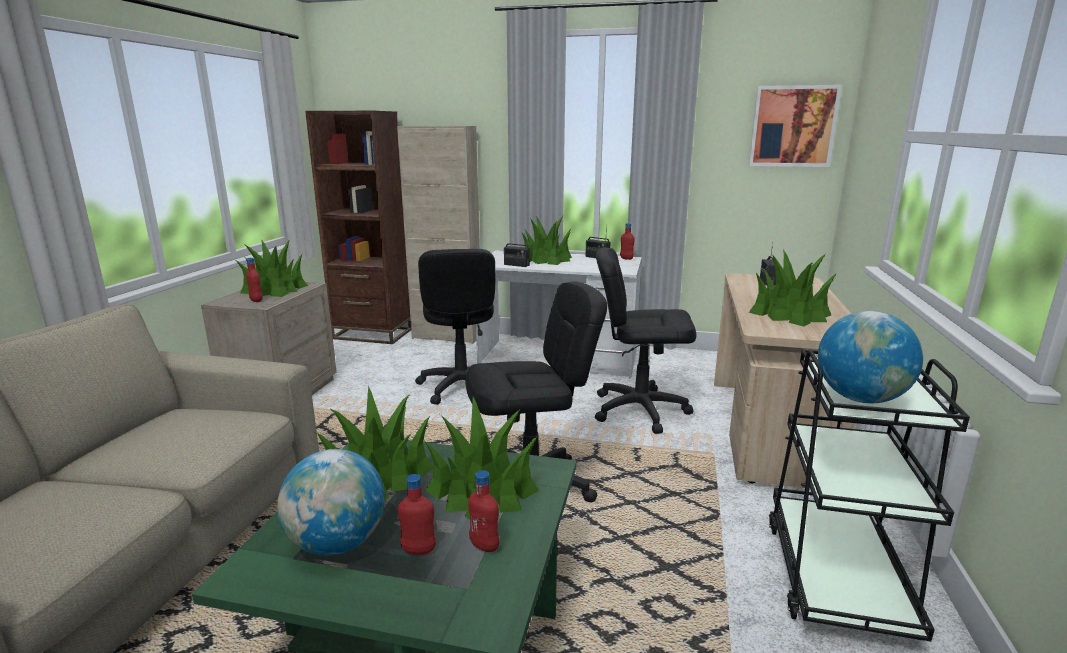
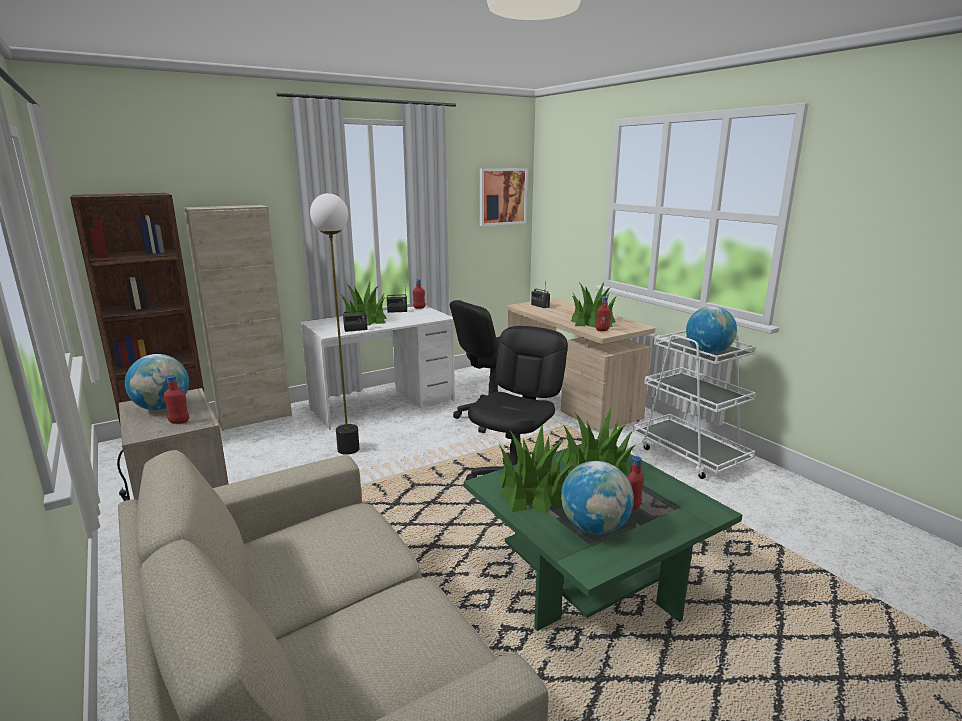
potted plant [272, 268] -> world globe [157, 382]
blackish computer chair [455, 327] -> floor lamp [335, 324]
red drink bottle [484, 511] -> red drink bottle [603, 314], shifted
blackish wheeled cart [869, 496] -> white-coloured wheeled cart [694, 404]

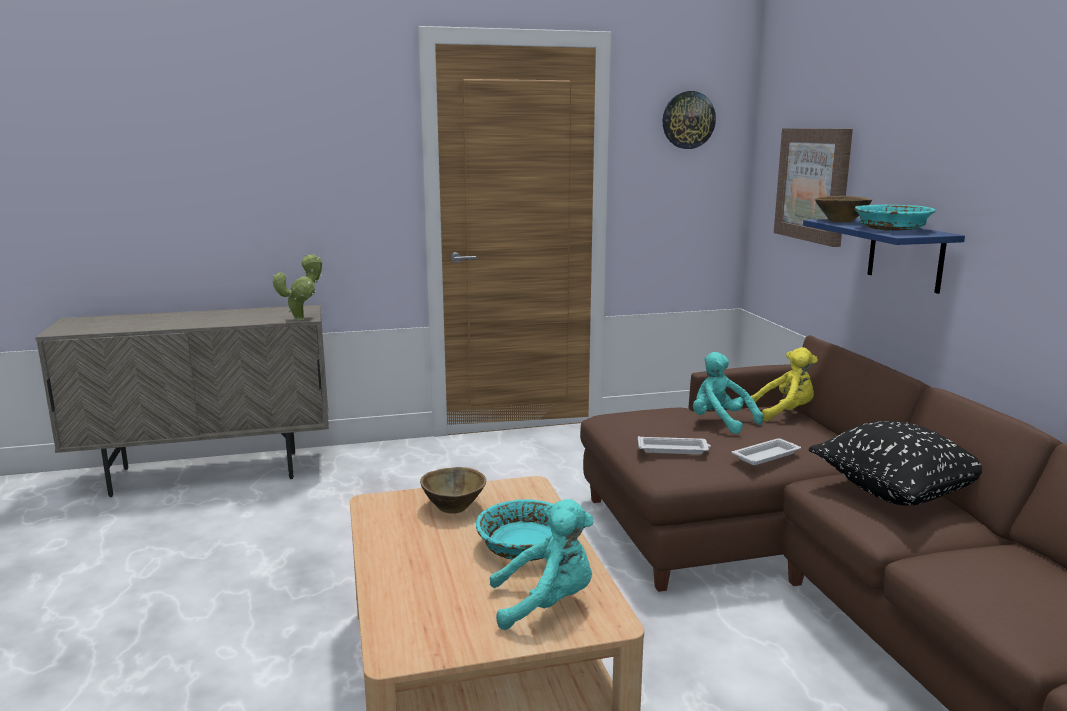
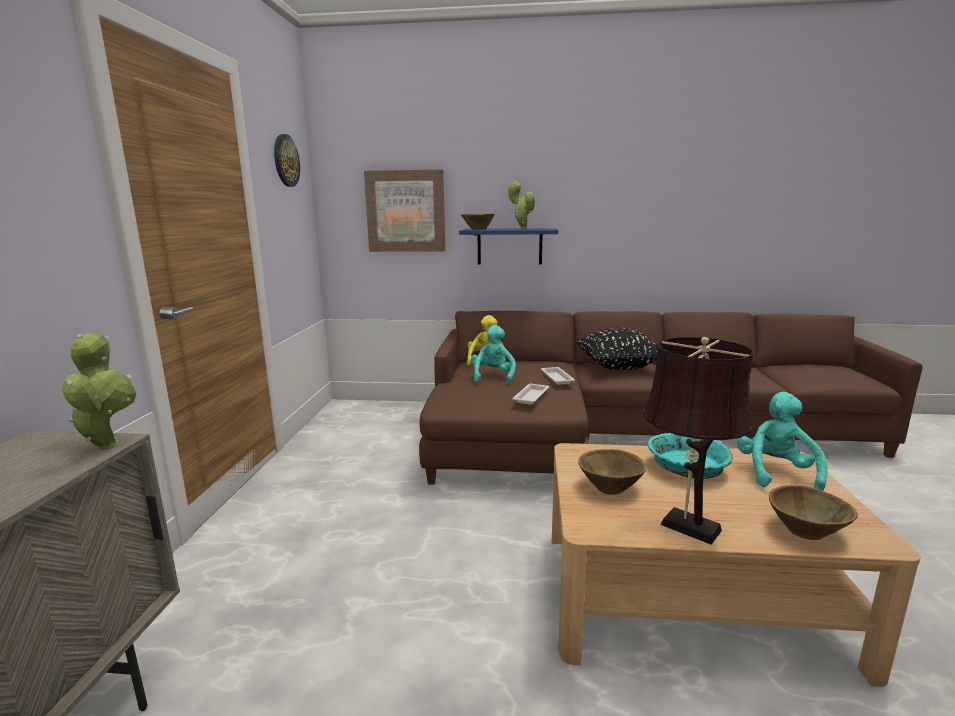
blue-green soft toy [728, 393] -> blue-green soft toy [493, 355], 120 degrees clockwise
blue-green serving bowl [895, 218] -> potted plant [521, 205]
none -> brown-coloured table lamp [698, 441]
none -> brown-coloured serving bowl [813, 512]

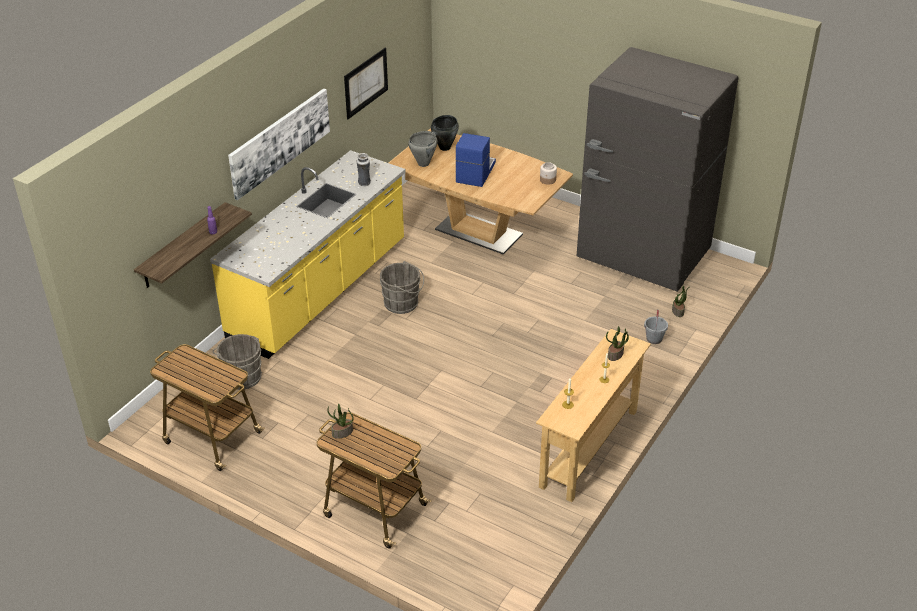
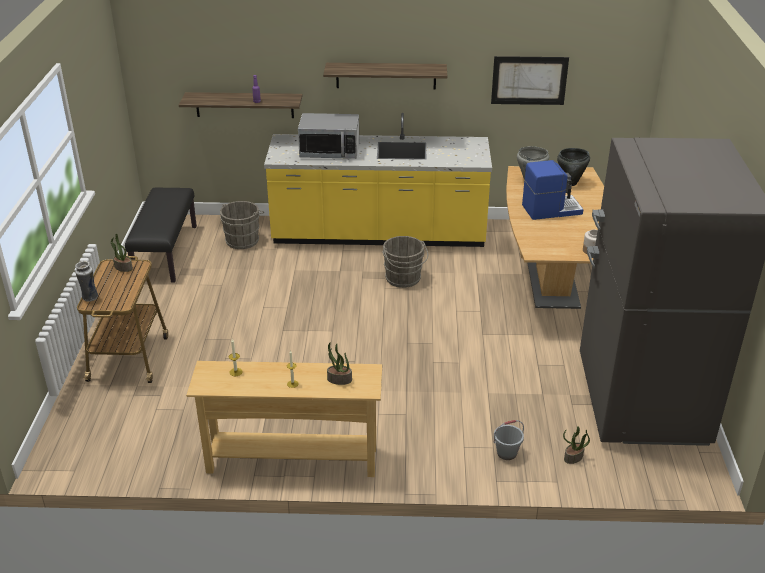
decorative vase [363, 169] -> decorative vase [86, 281], shifted
wheeled cart [207, 407] -> blackish bench [161, 235]
none -> kitchen microwave [328, 136]
wall art [279, 144] -> bracket shelf [385, 76]

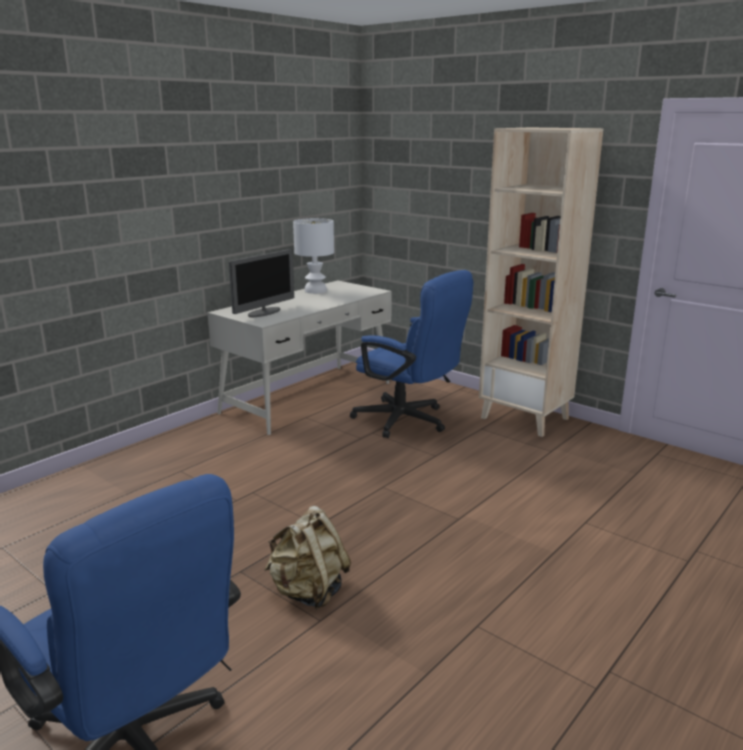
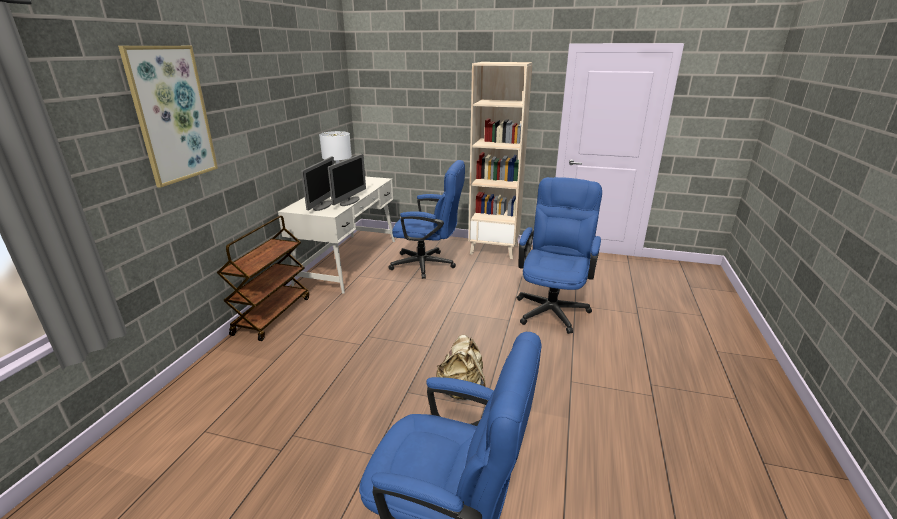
none -> wall art [168, 117]
none -> brown-coloured wheeled cart [263, 278]
none -> computer screen [347, 180]
none -> bluish computer chair [559, 255]

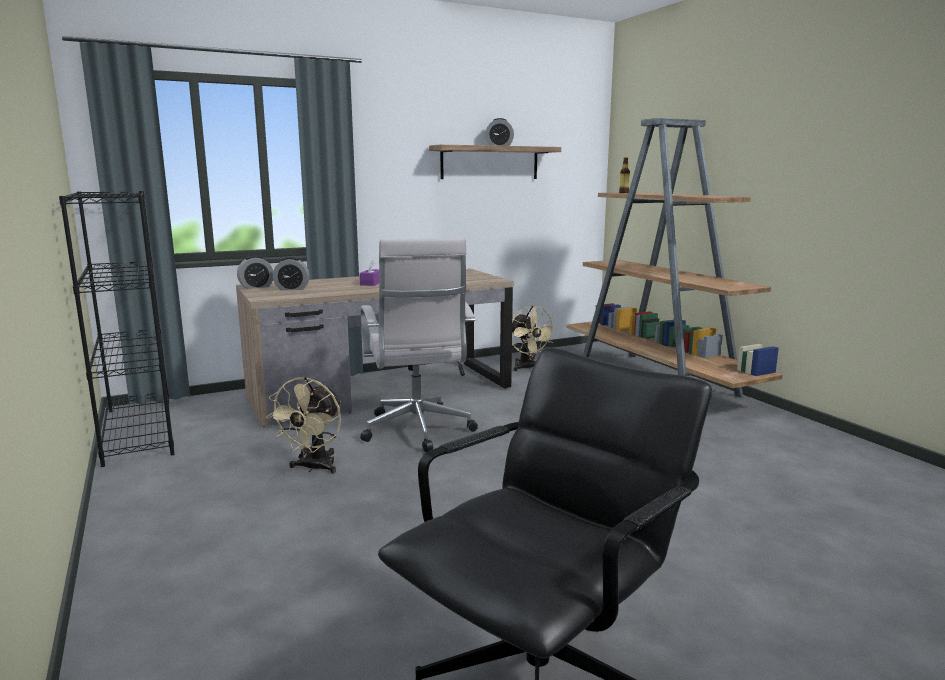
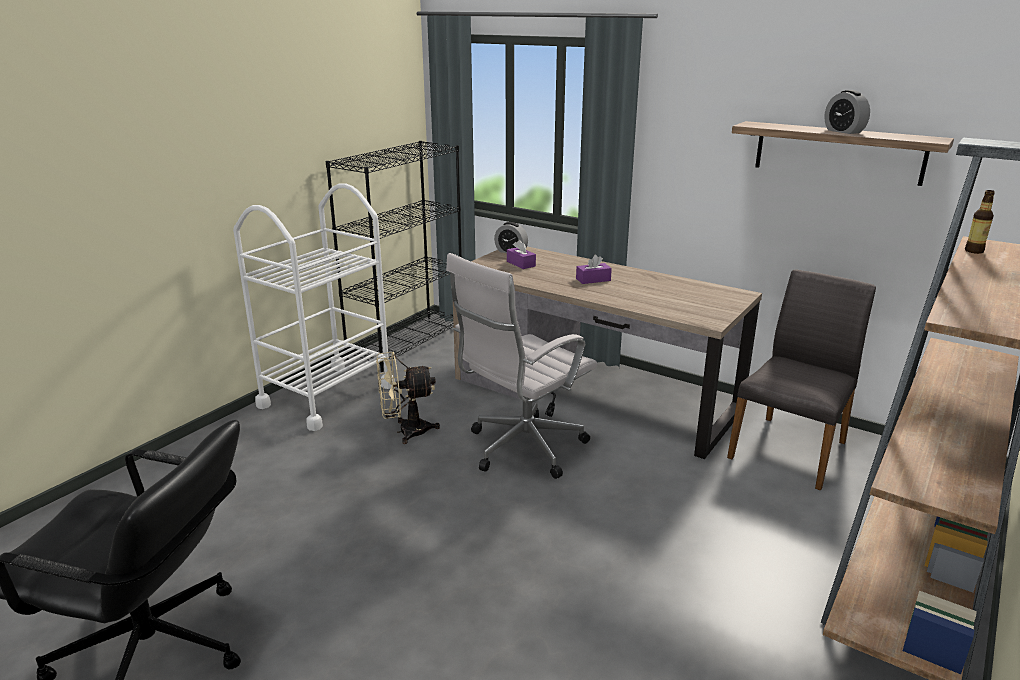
none -> white-coloured wheeled cart [314, 307]
bedside clock [291, 273] -> purple box of tissues [521, 254]
sand-coloured electric fan [534, 338] -> greyish chair [801, 380]

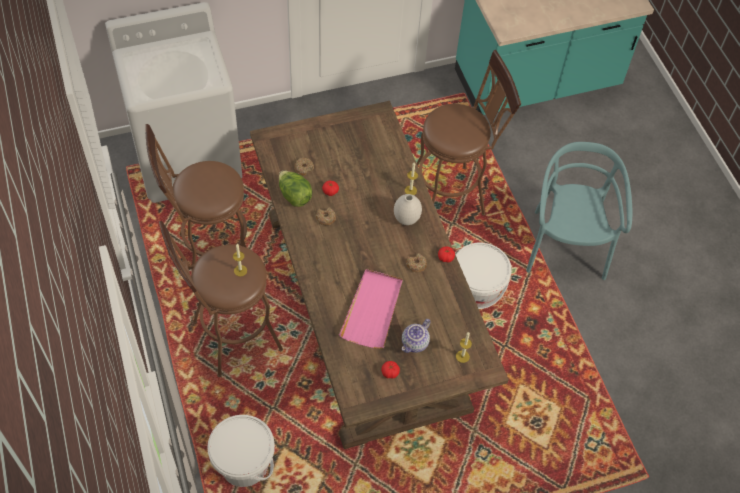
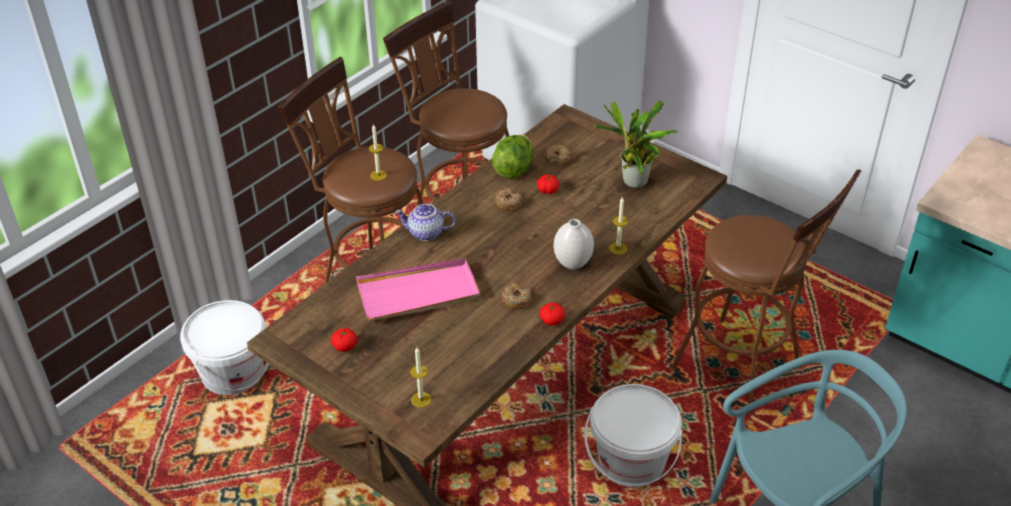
teapot [416, 336] -> teapot [425, 222], shifted
none -> potted plant [636, 144]

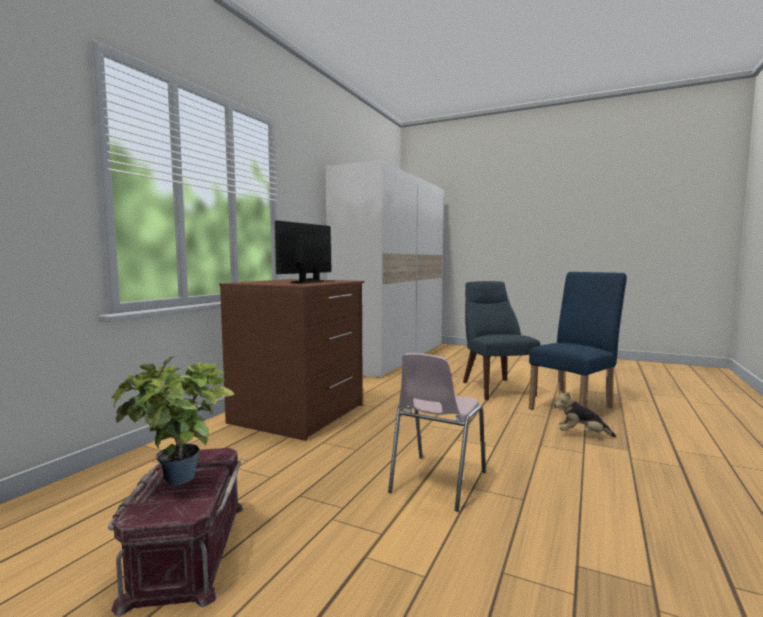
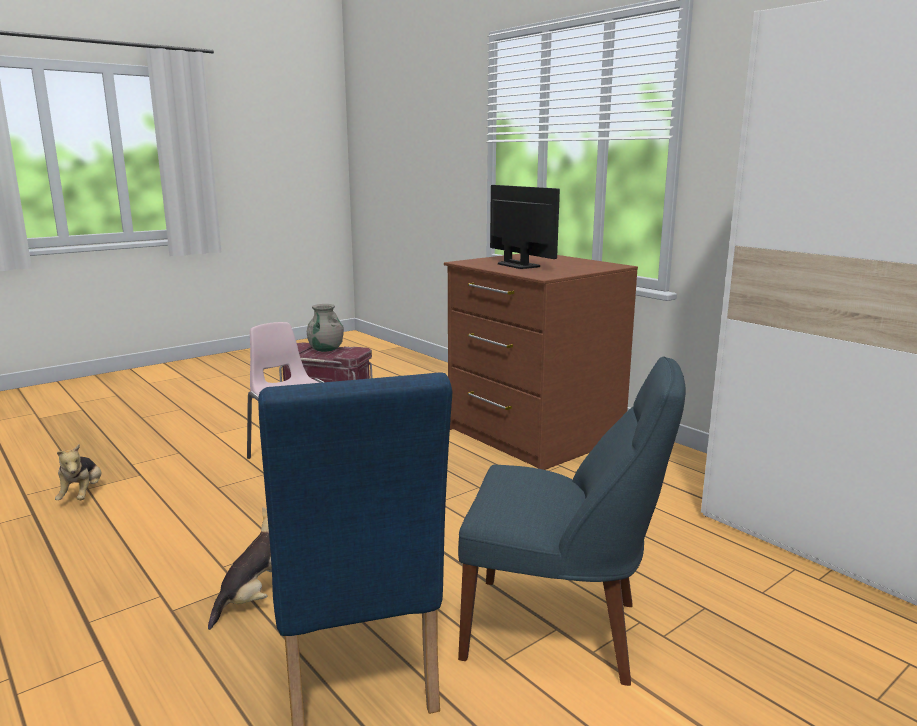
none -> soft toy [78, 472]
potted plant [172, 421] -> greyish decorative vase [325, 328]

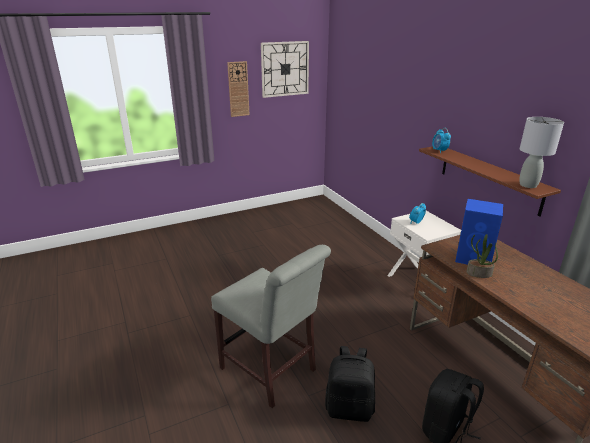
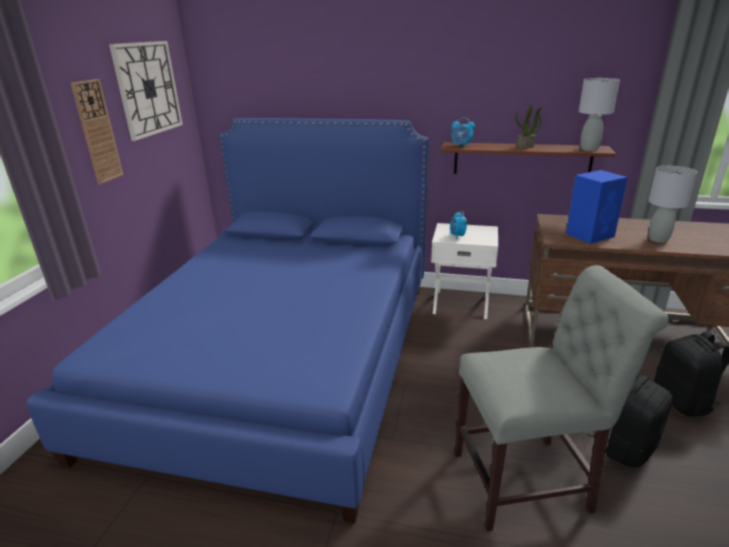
none -> bluish sleeping bed [227, 321]
potted plant [482, 256] -> potted plant [528, 126], shifted
none -> greyish table lamp [673, 204]

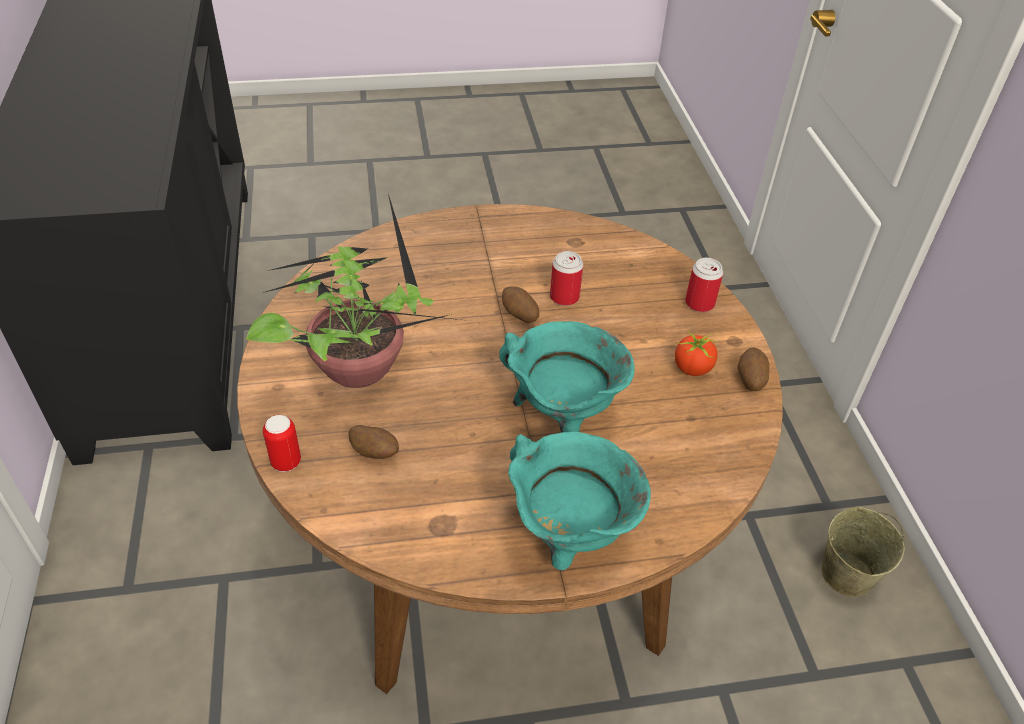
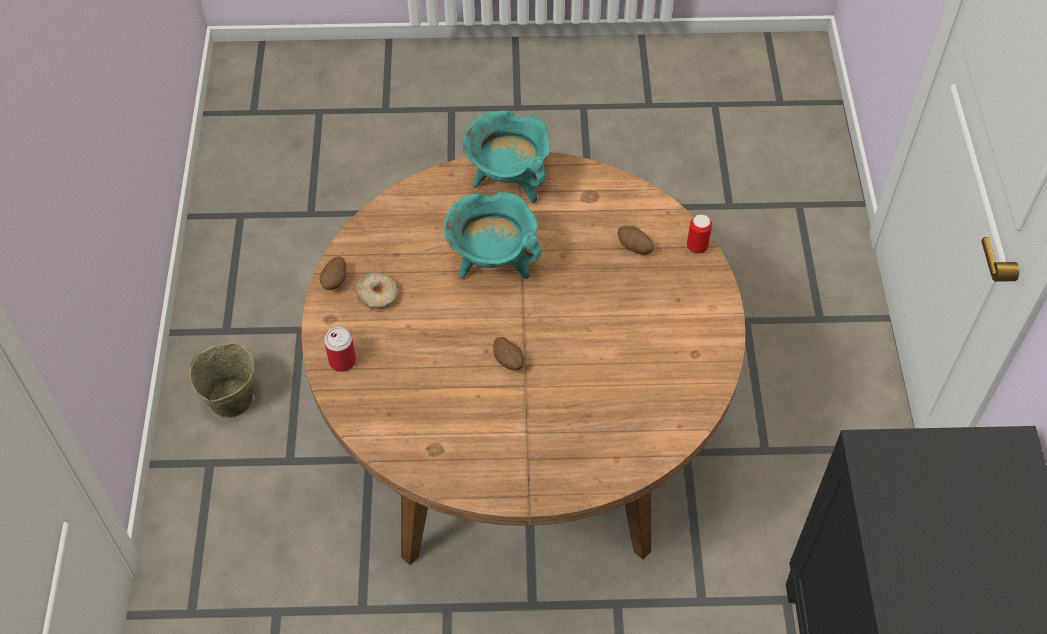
tomato [696, 353] -> ring doughnut [376, 291]
potted plant [357, 291] -> none
sealed can [566, 278] -> none

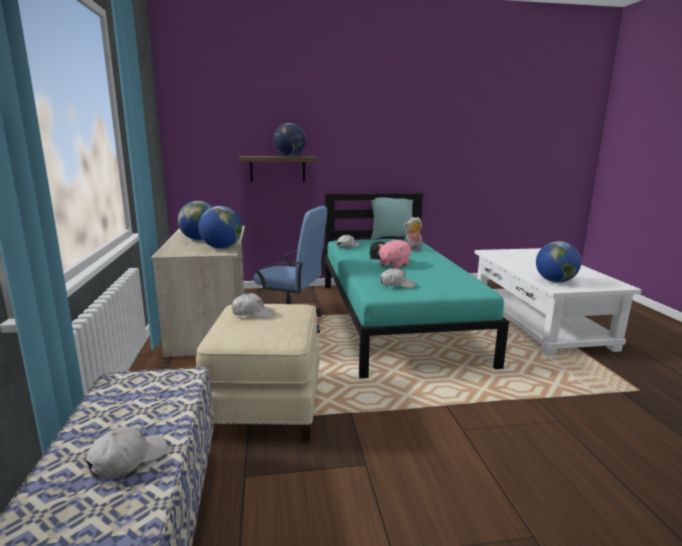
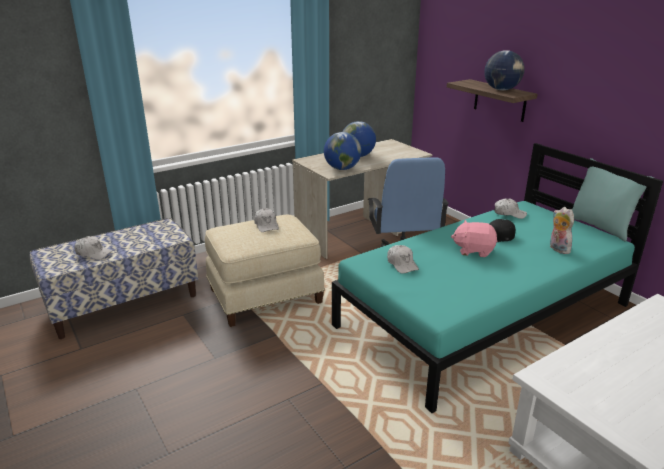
world globe [558, 262] -> none

